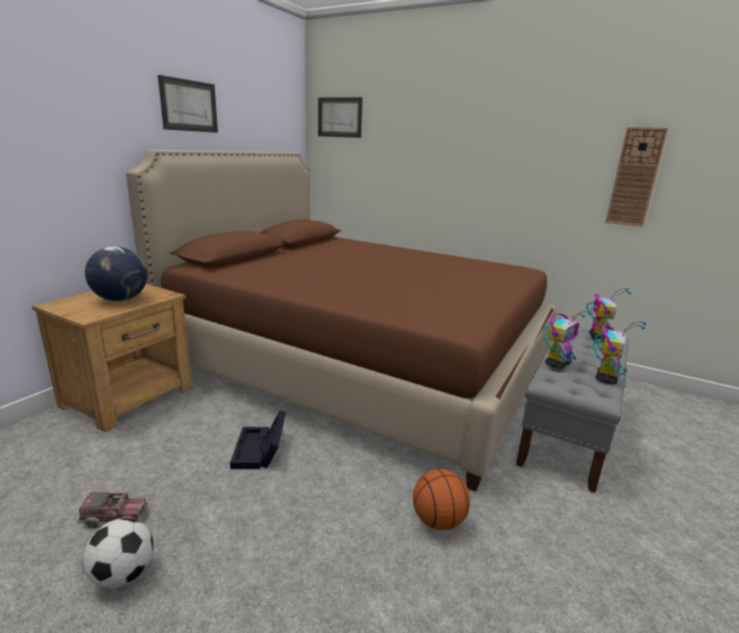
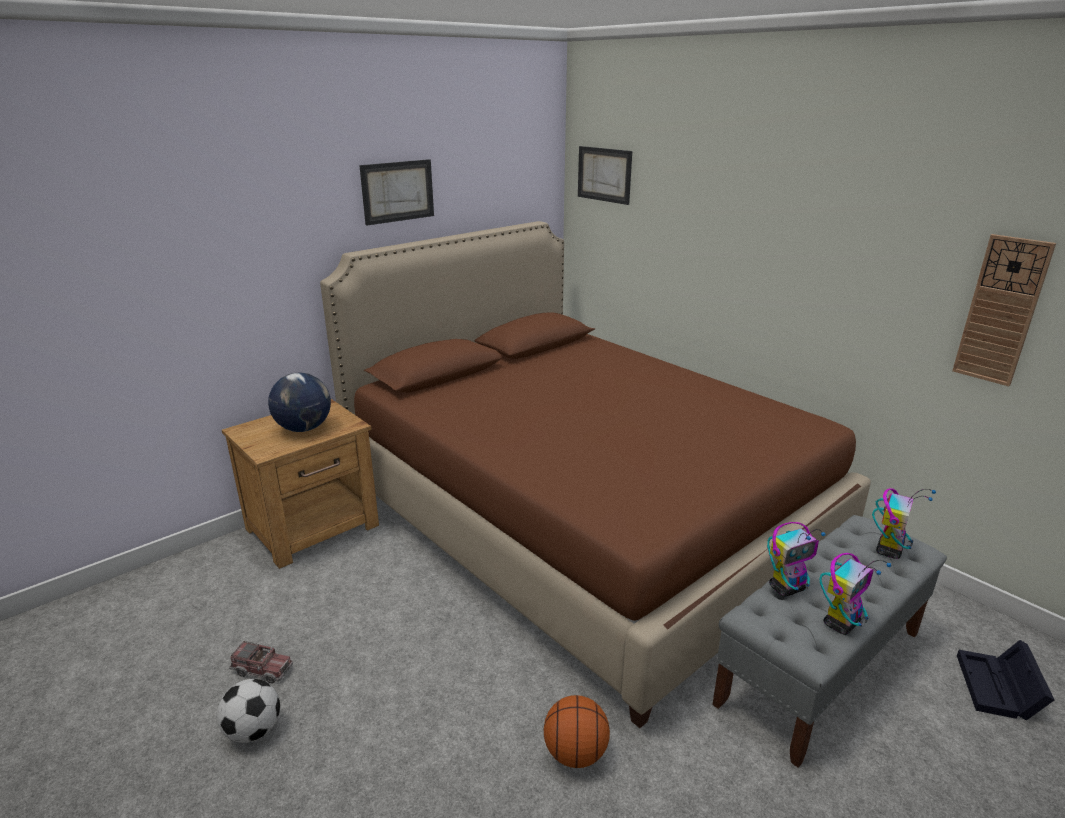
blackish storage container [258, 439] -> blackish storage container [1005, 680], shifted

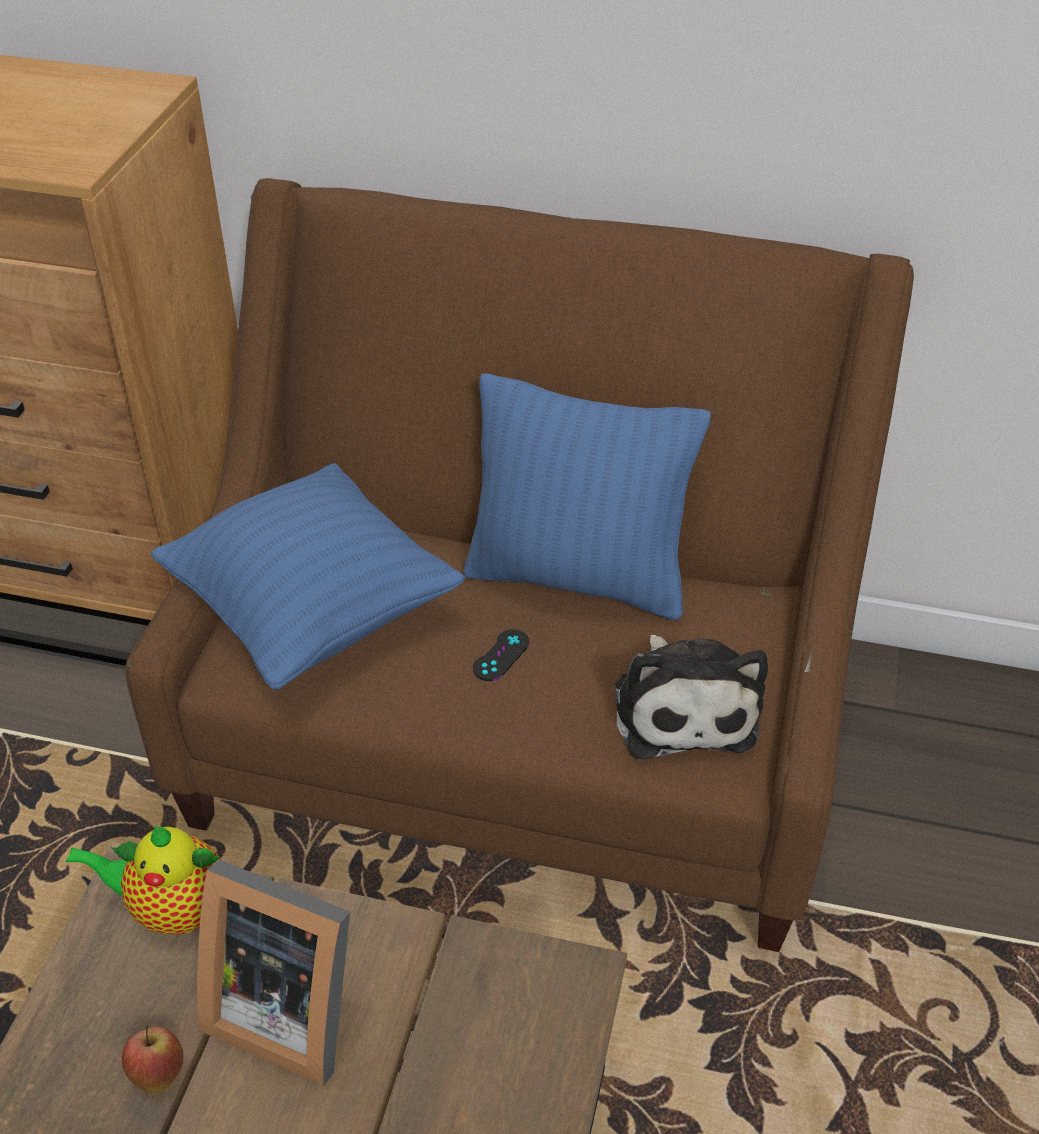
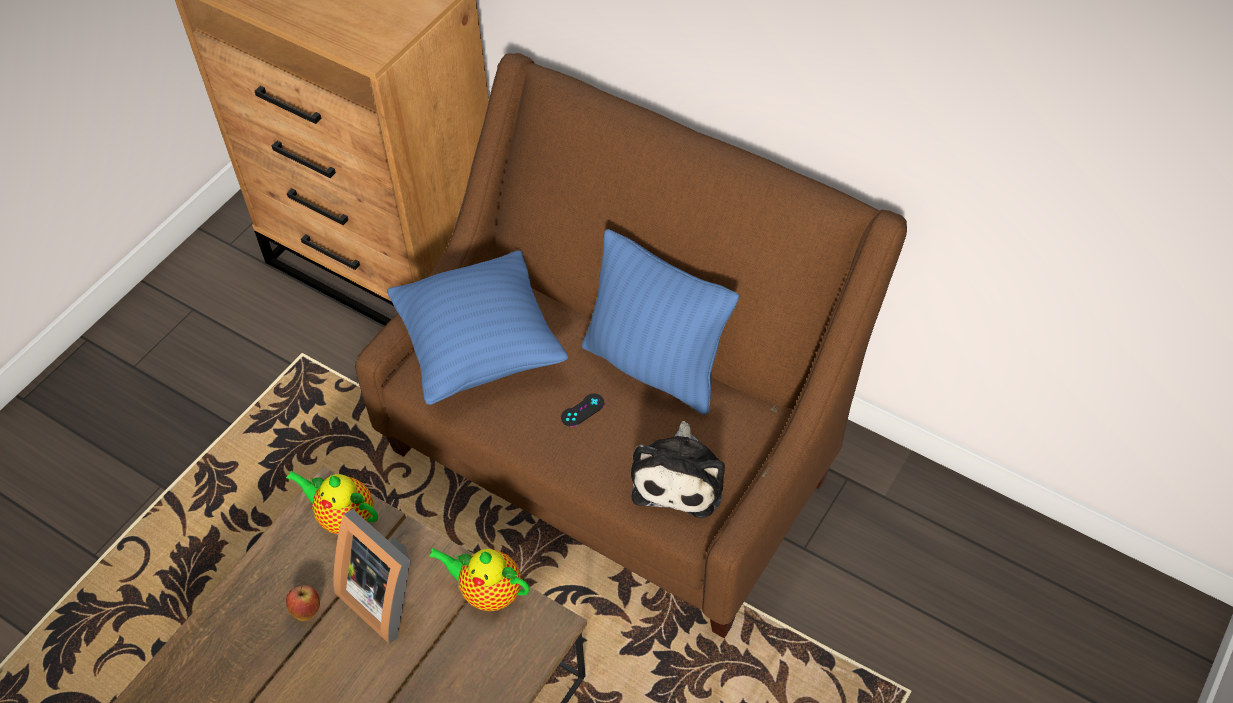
none -> teapot [479, 579]

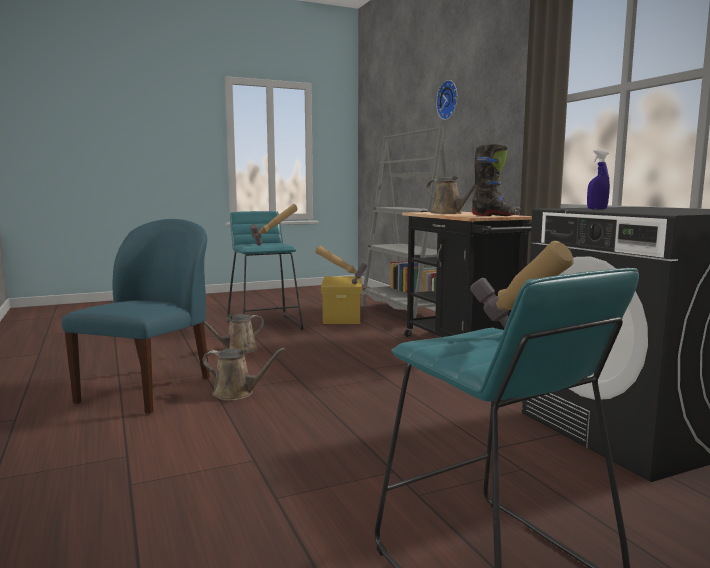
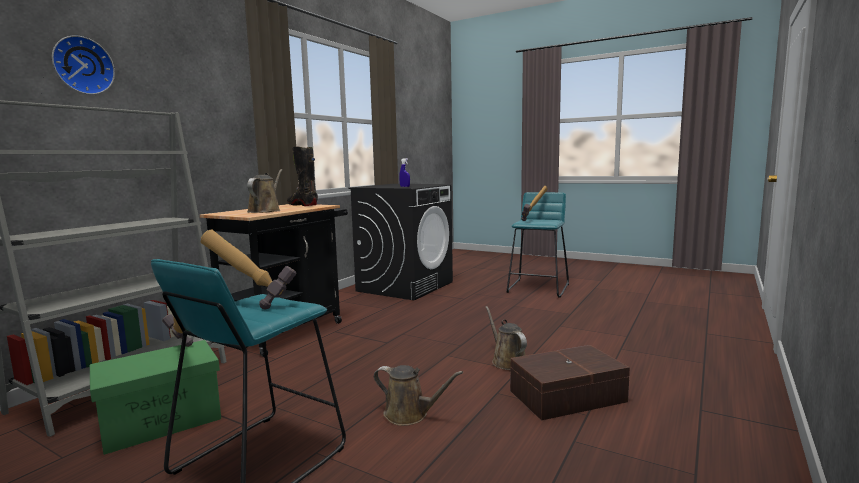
yellowish storage container [341, 300] -> greenish storage container [155, 397]
bluish chair [136, 316] -> brown-coloured storage container [570, 383]

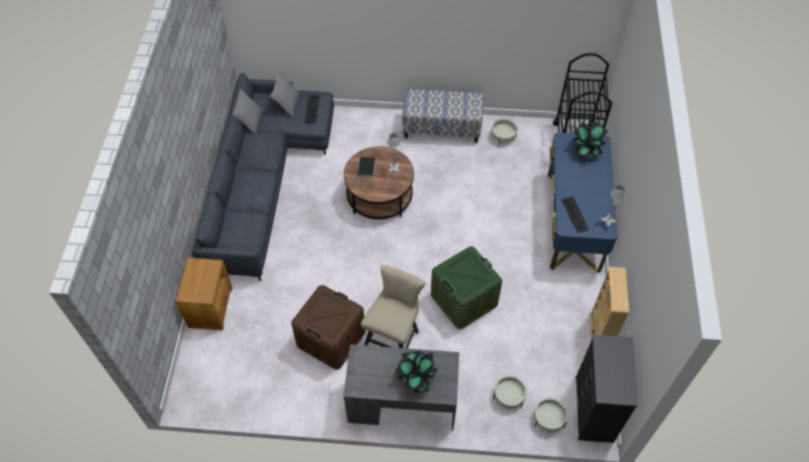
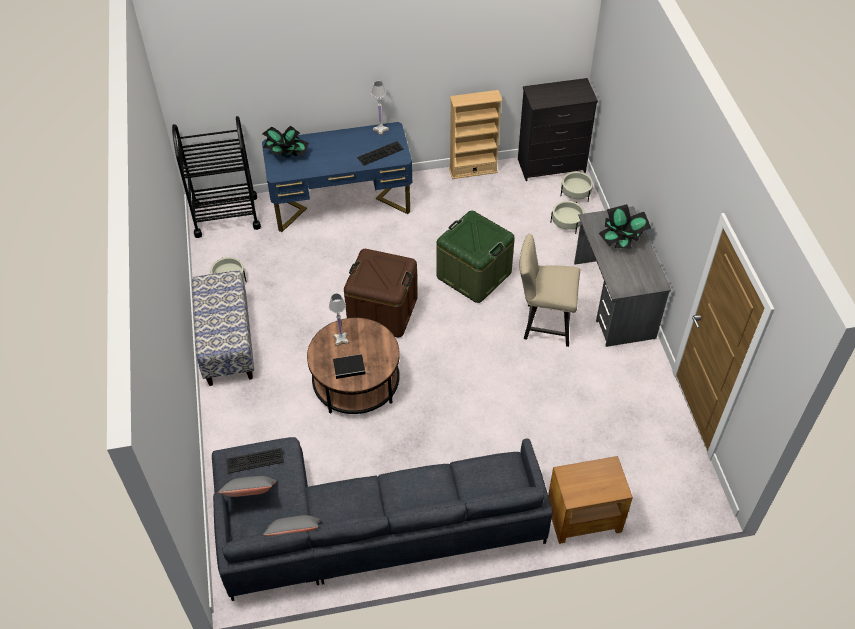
brown-coloured storage container [328, 327] -> brown-coloured storage container [381, 293], shifted

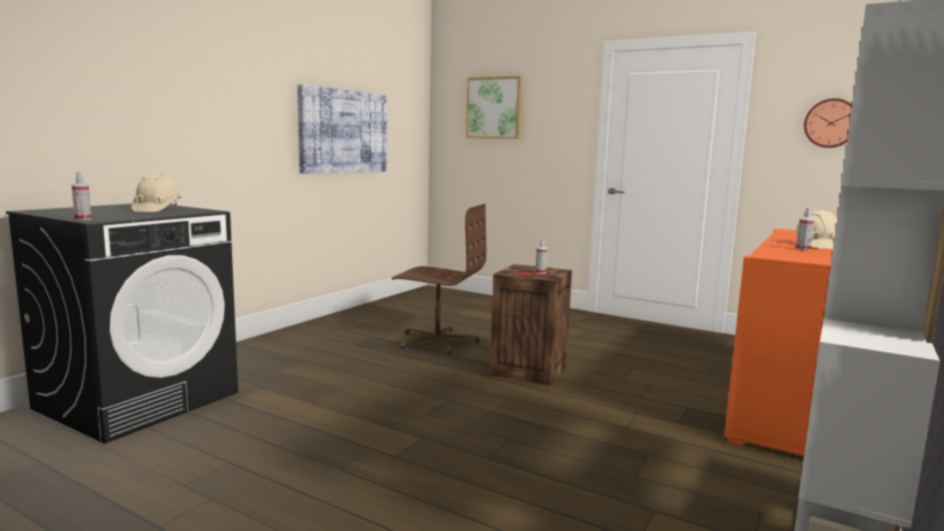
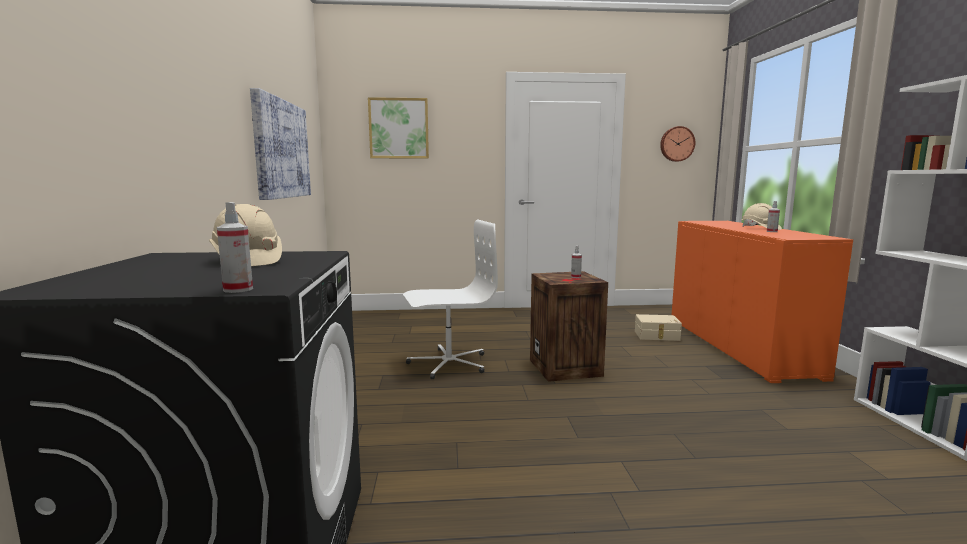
brown-coloured computer chair [439, 279] -> white-coloured computer chair [450, 299]
none -> sand-coloured storage container [658, 327]

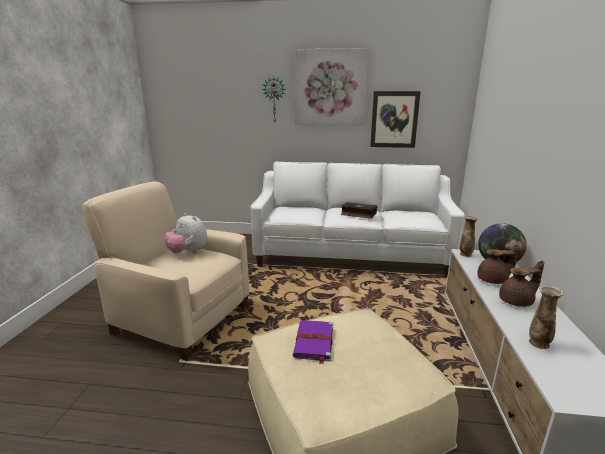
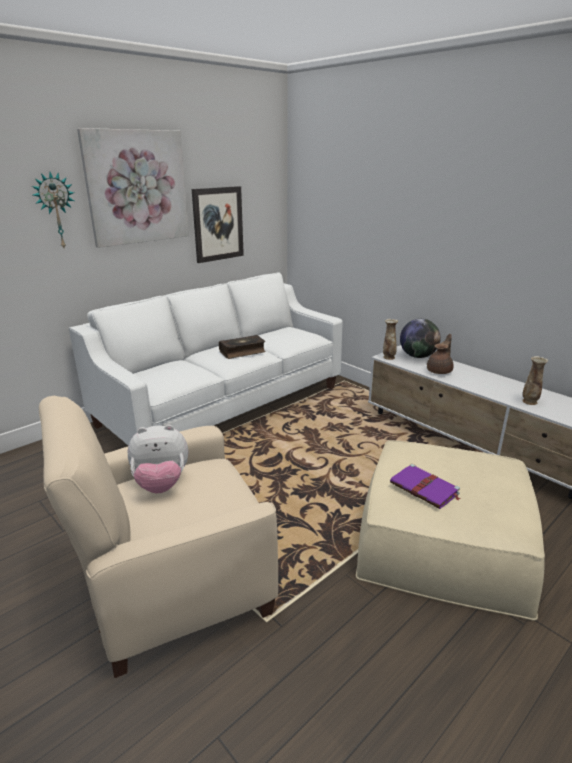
brown-coloured teapot [521, 283] -> none

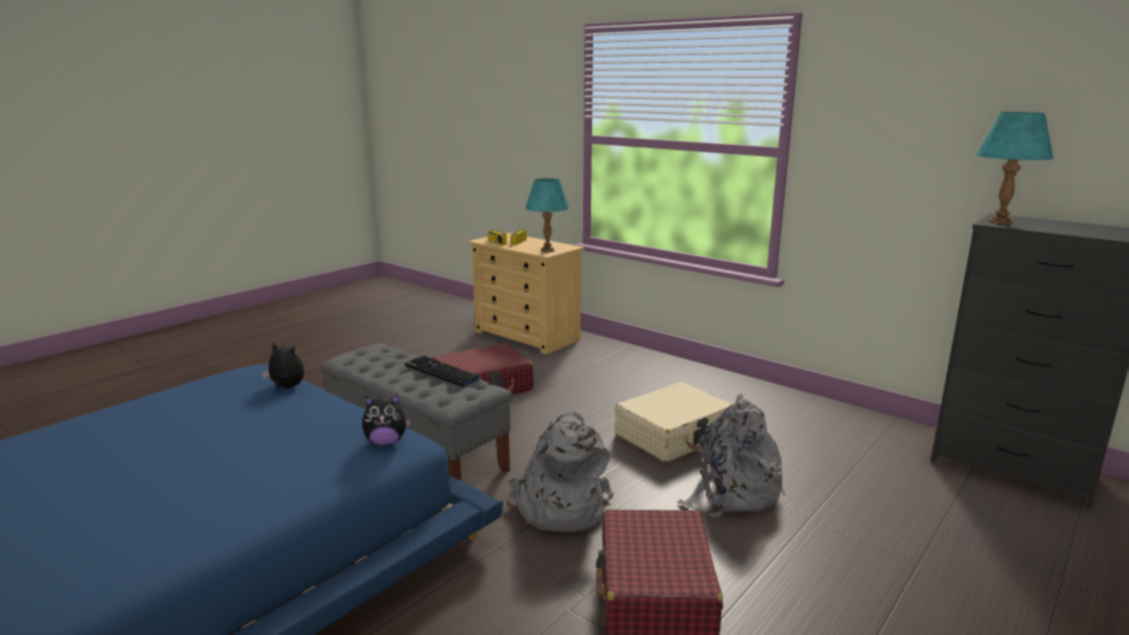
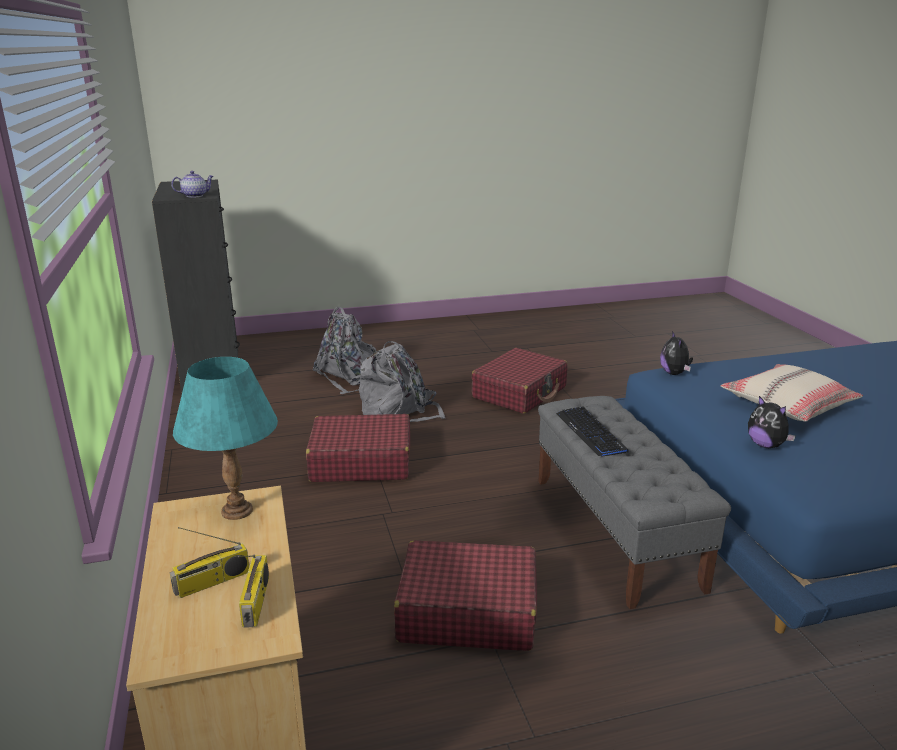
blue-green table lamp [1014, 168] -> teapot [192, 184]
sand-coloured travel case [674, 422] -> red travel case [358, 448]
greyish backpack [561, 472] -> greyish backpack [344, 350], shifted
soft toy [386, 420] -> soft toy [676, 353], 120 degrees counterclockwise
none -> sand-coloured throw pillow [792, 393]

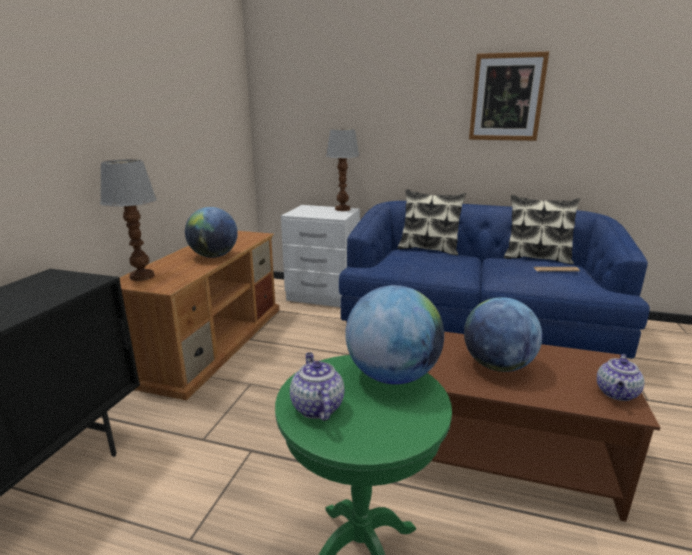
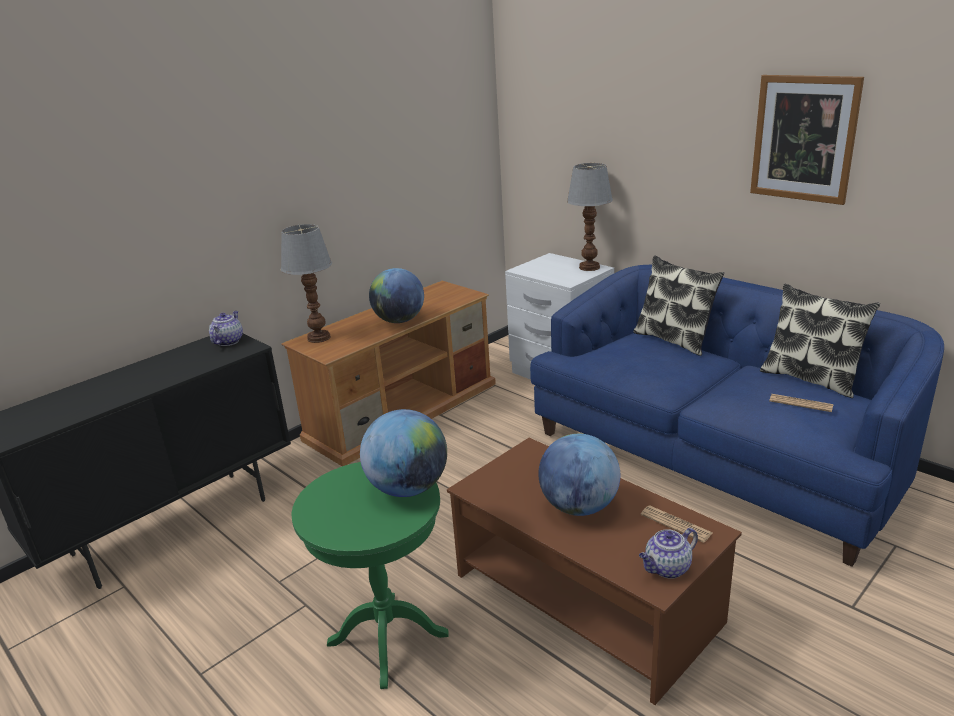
teapot [317, 387] -> teapot [226, 328], shifted
none -> printed paper [677, 524]

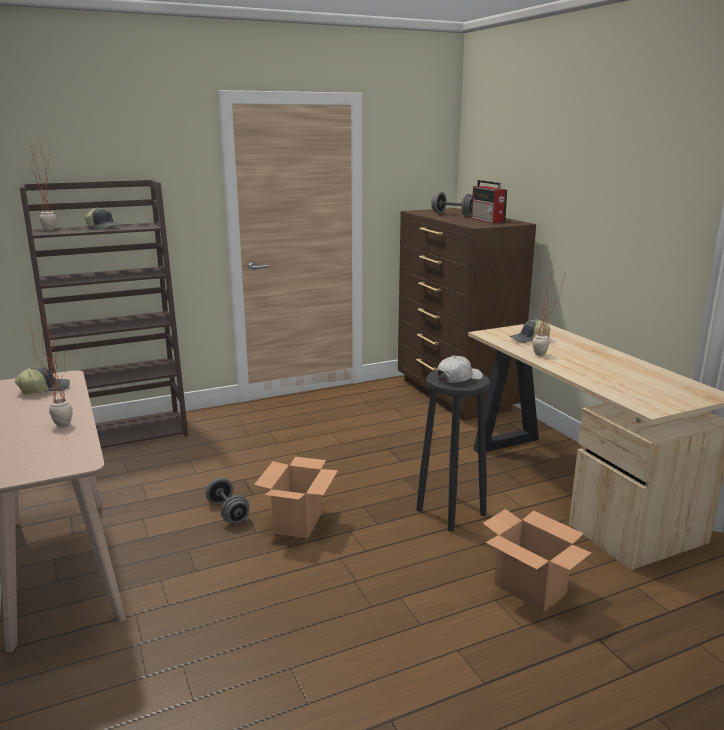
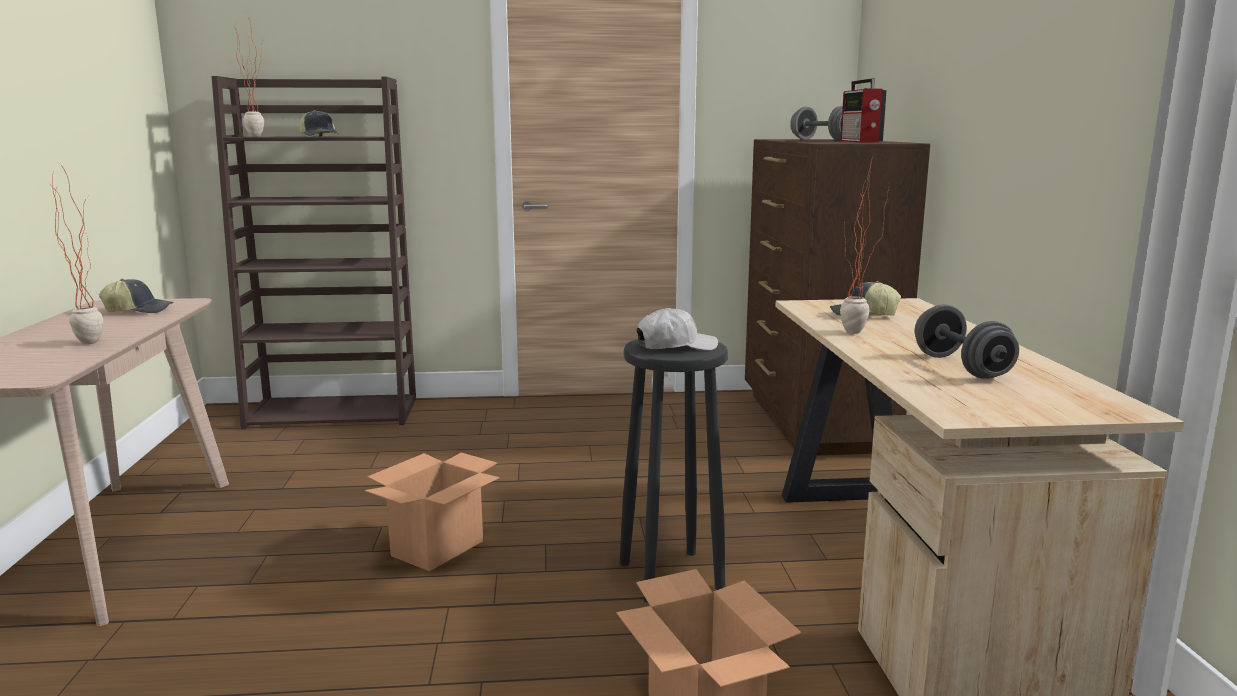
greyish hand weight [227, 500] -> greyish hand weight [967, 341], shifted

